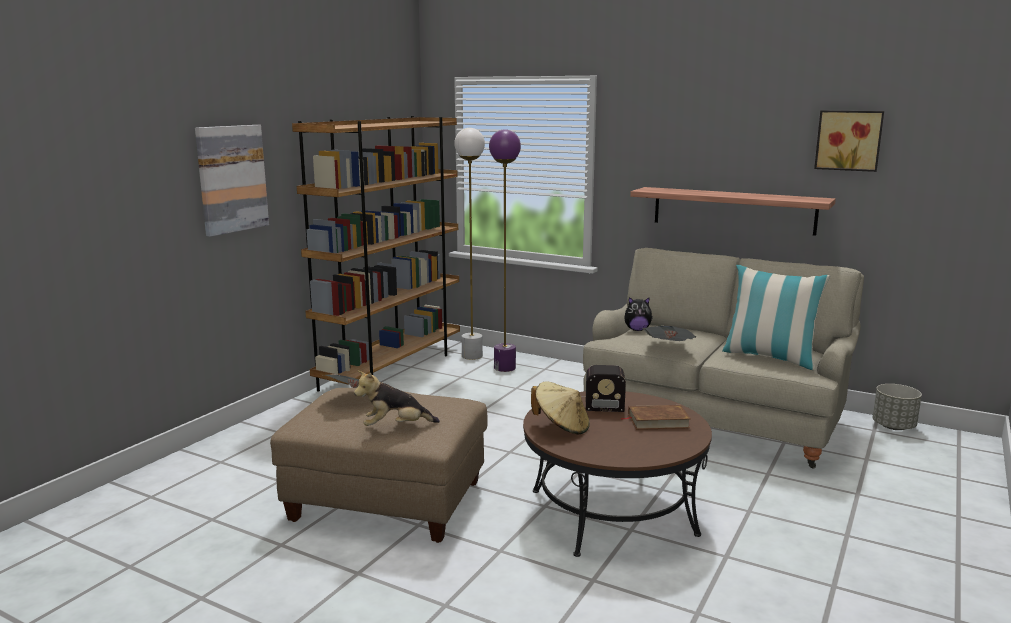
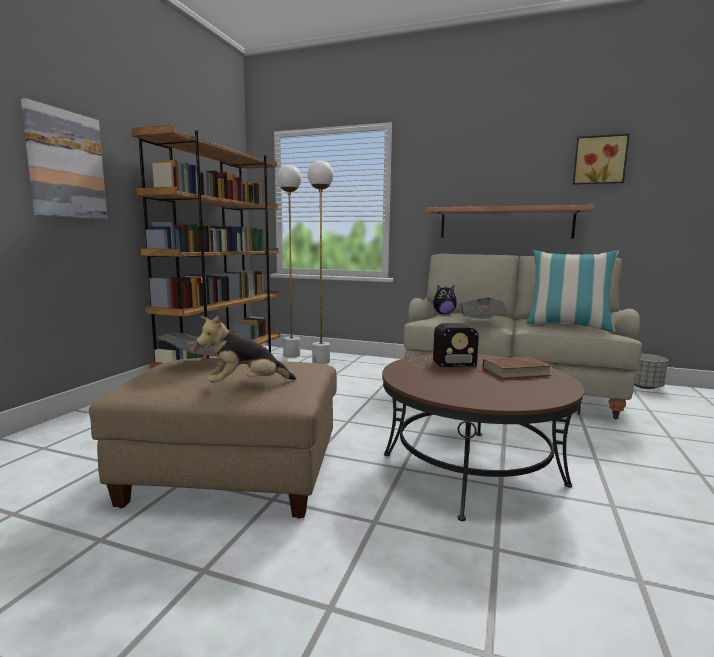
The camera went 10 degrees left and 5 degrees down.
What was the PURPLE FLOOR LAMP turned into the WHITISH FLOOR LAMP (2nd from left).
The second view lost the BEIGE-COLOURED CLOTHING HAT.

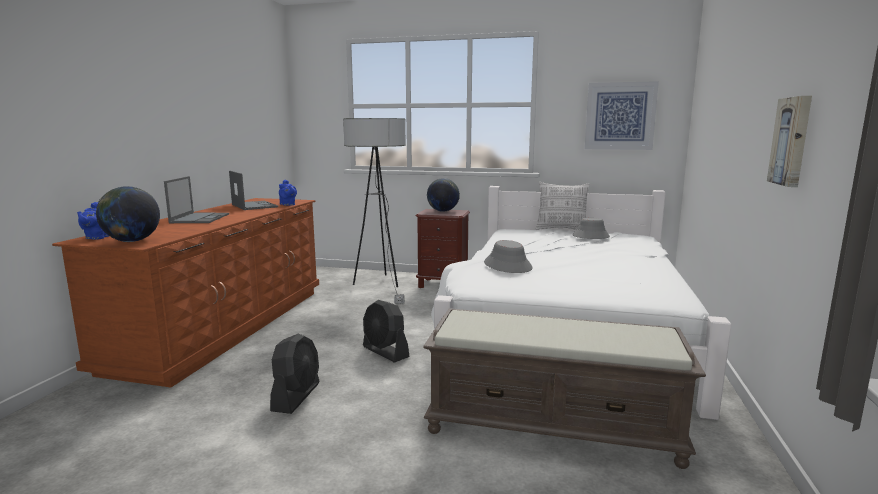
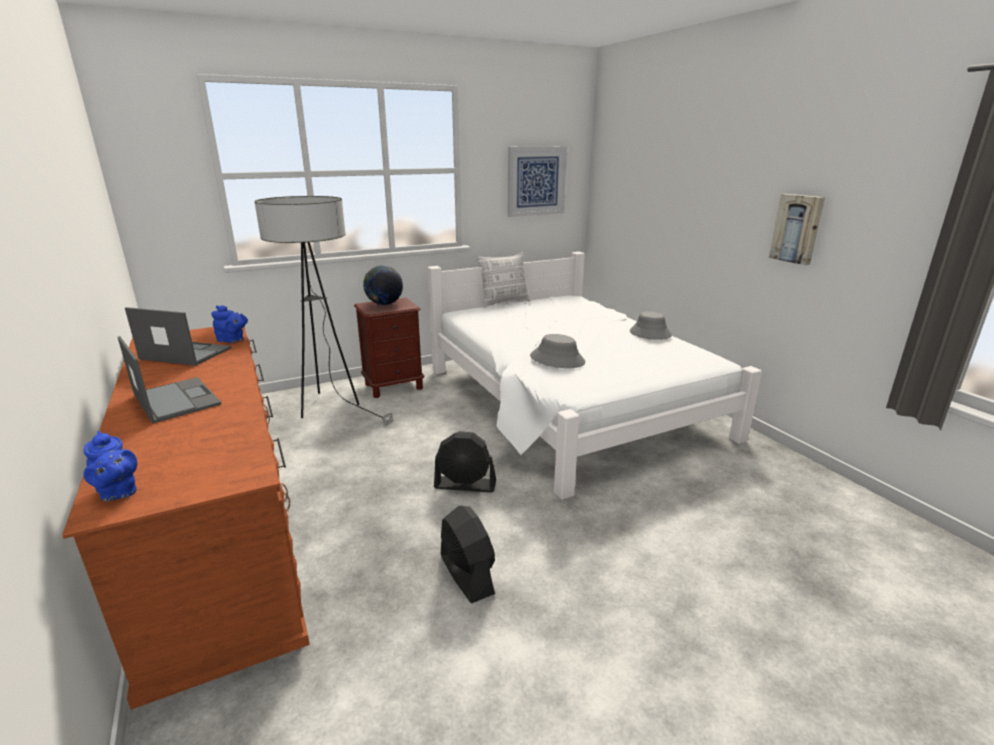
The camera went 40 degrees left and 10 degrees up.
The second view lost the DESK GLOBE (1st from left).
The GREYISH CLOTHING HAT (2nd from left) ended up elsewhere.
The second view lost the BROWNISH BENCH.

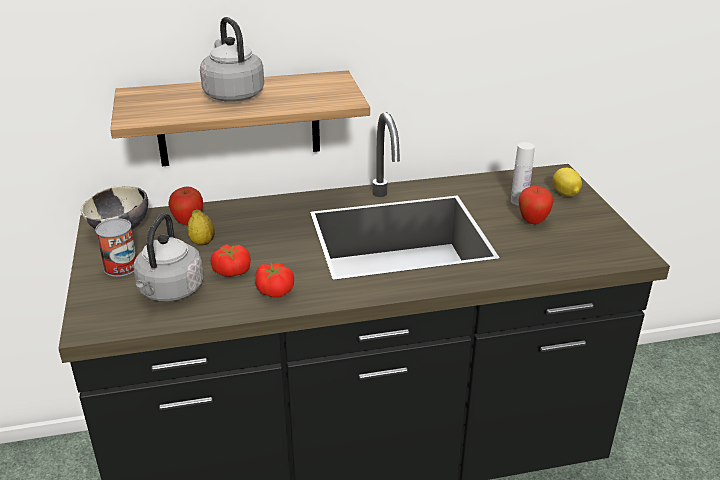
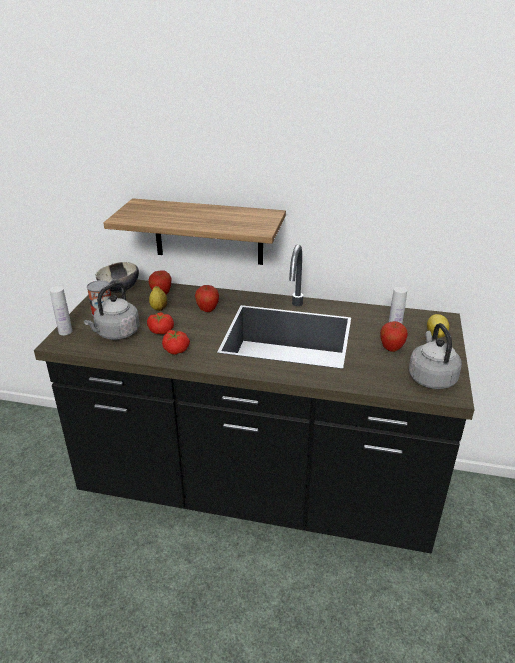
The camera went 25 degrees right and 0 degrees up.
The GREYISH KETTLE (2nd from left) ended up elsewhere.
The second view gained the APPLE FRUIT (2nd from left).
The second view gained the WHITISH BEVERAGE BOTTLE (1st from left).

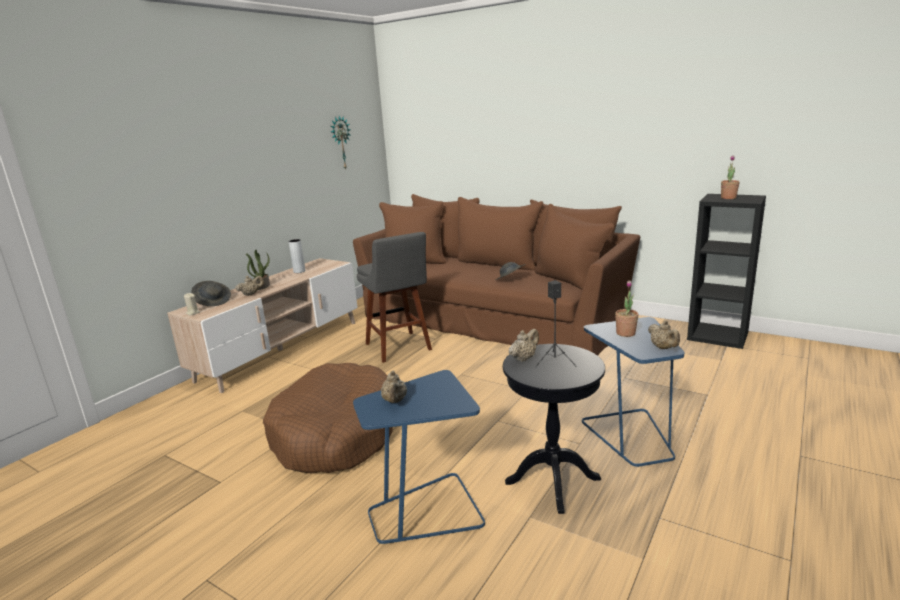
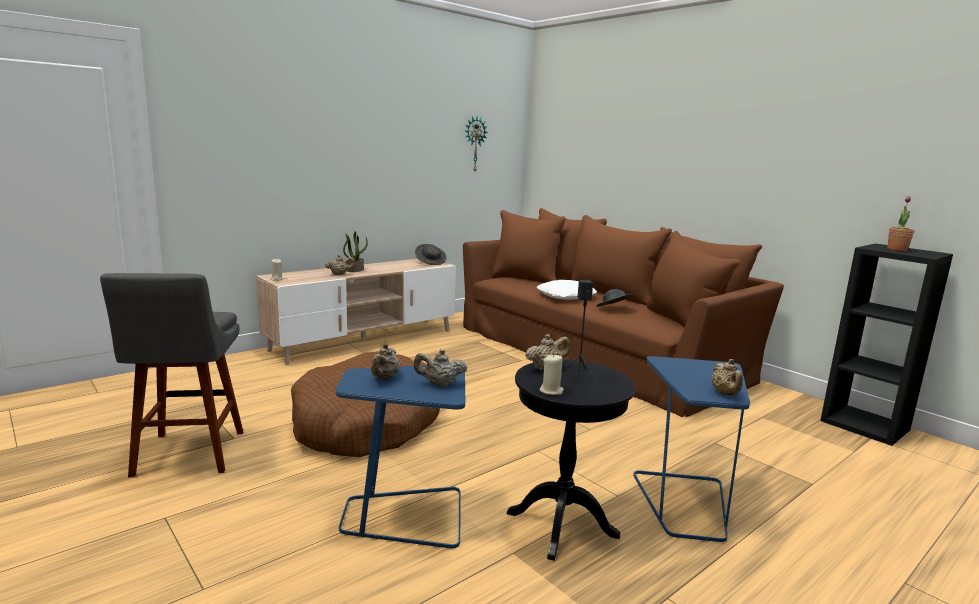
The camera went 15 degrees right and 5 degrees down.
The GREYISH STOOL ended up elsewhere.
The second view lost the GREYISH VASE.
The GREYISH CLOTHING HAT (1st from left) ended up elsewhere.
The second view lost the PLANT IN A POT (2nd from left).
The second view gained the WHITISH PILLOW.
The second view gained the BEIGE-COLOURED POT FOR TEA (3rd from left).
The second view gained the BEIGE-COLOURED WAX LIGHT (2nd from left).

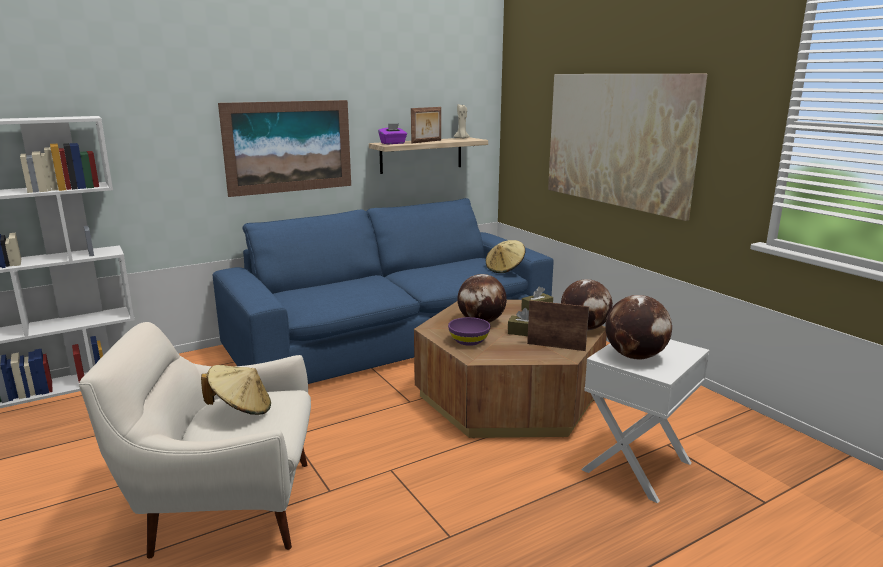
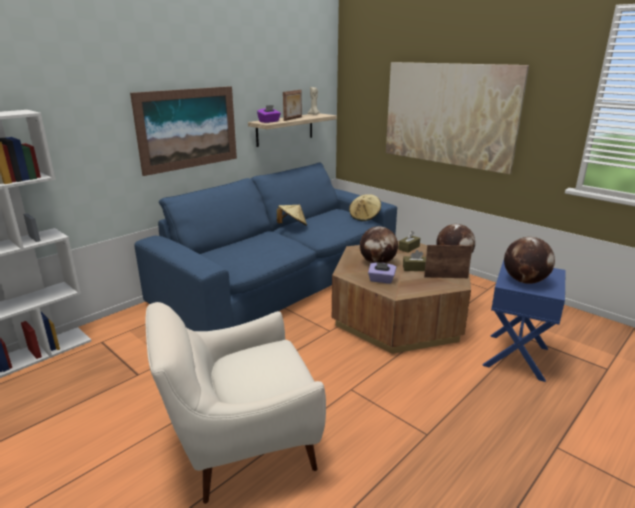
The camera went 15 degrees left and 5 degrees up.
Where the PURPLE SERVING BOWL stood, the PURPLE TISSUE HOLDER (2nd from left) came to stand.
What was the WHITISH END TABLE turned into the BLUE END TABLE.
The BEIGE-COLOURED CLOTHING HAT (1st from left) ended up elsewhere.

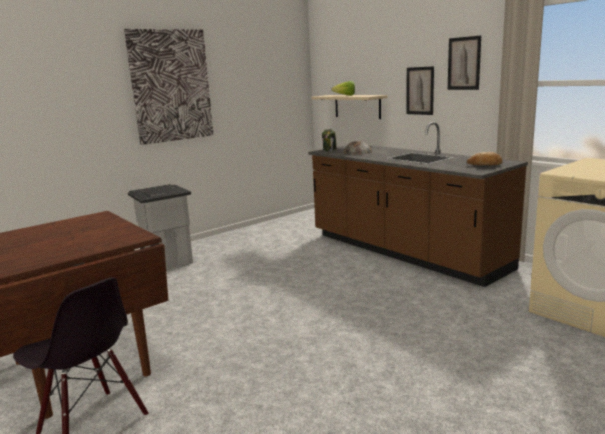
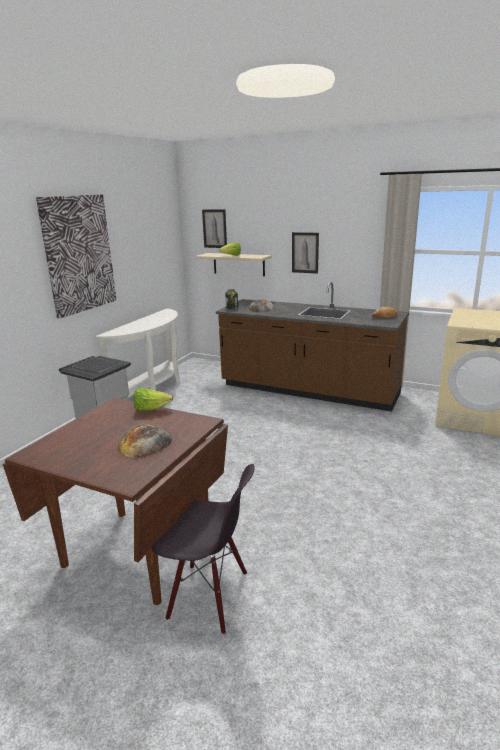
The camera went 25 degrees left and 5 degrees up.
The PICTURE (3rd from left in the first image) ended up elsewhere.
The second view gained the WHITISH HALL TABLE.
The second view gained the LETTUCE (1st from left).
The second view gained the BAKERY BREAD (1st from left).

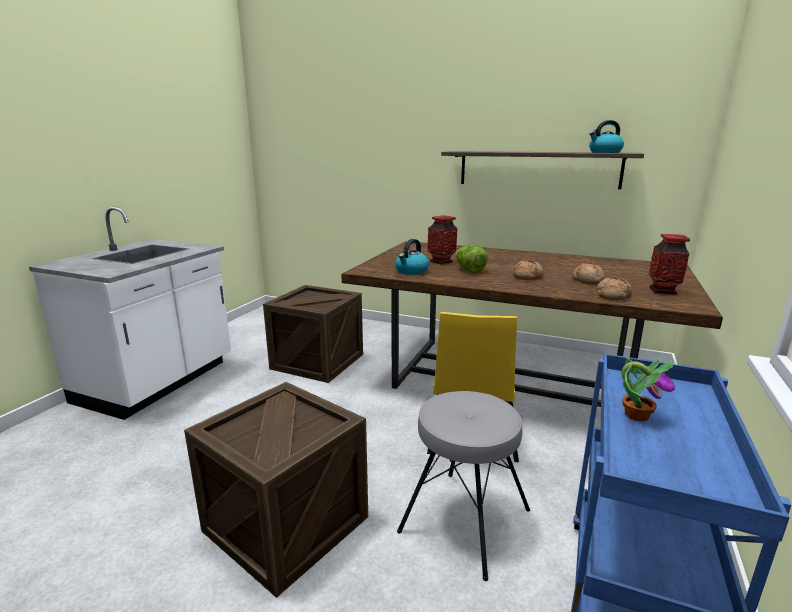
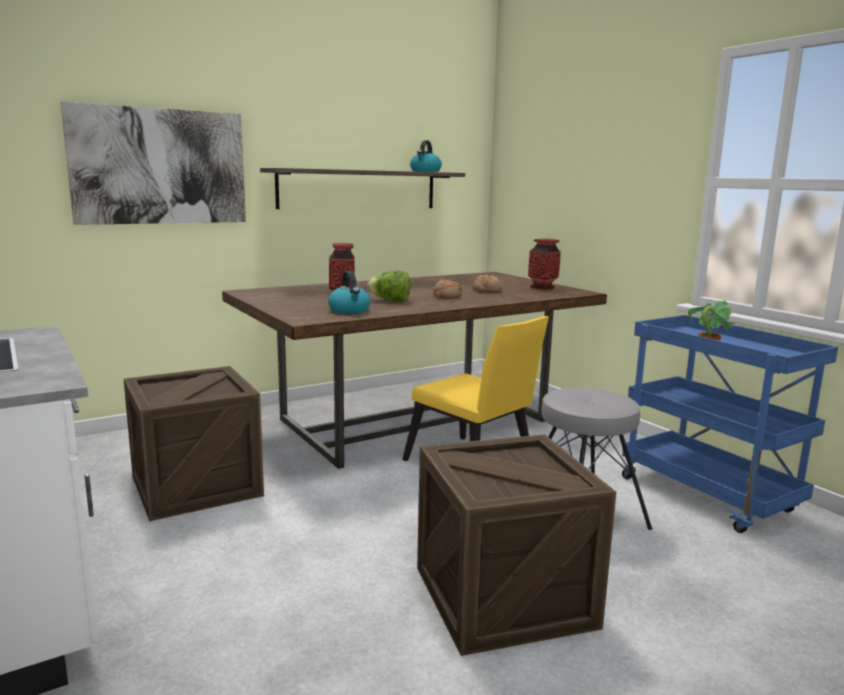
The camera went 55 degrees left and 5 degrees down.
The second view lost the BAKERY BREAD (3rd from left).
The second view gained the PICTURE.

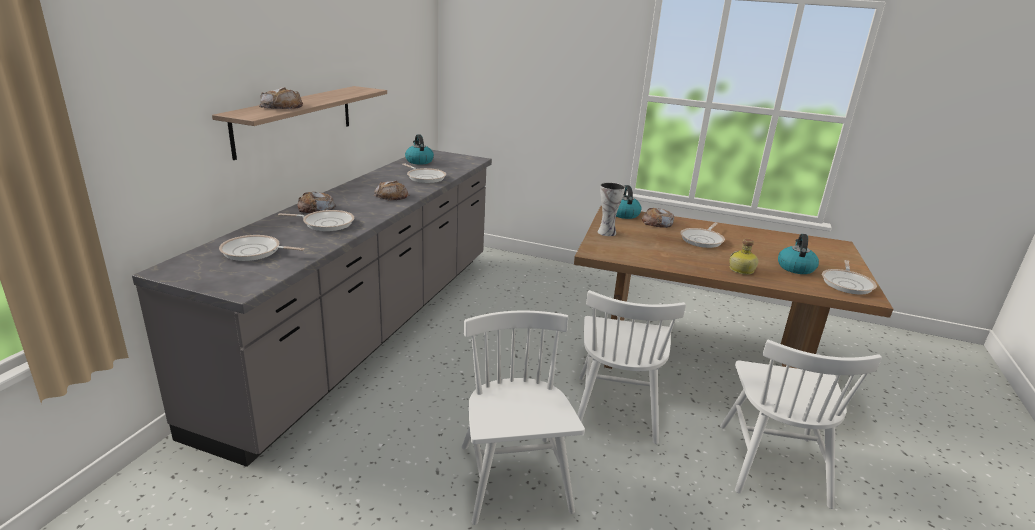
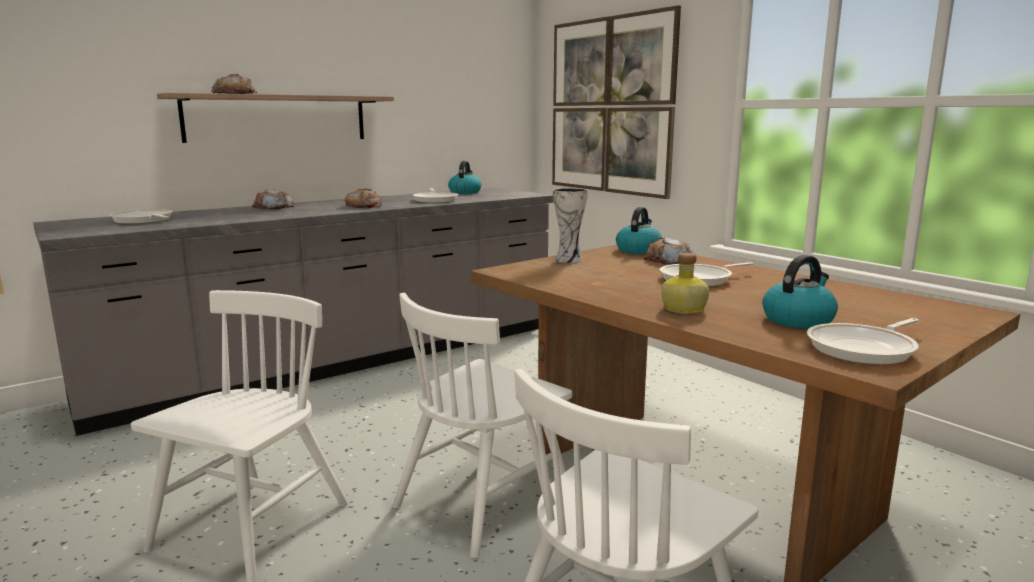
The camera went 35 degrees right and 10 degrees down.
The second view lost the FRYING PAN (2nd from left).
The second view gained the PICTURE.

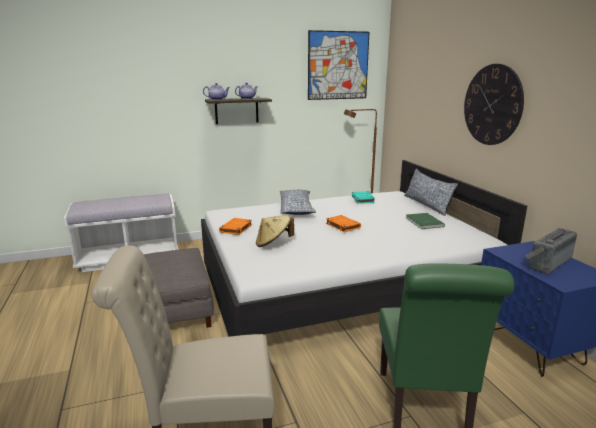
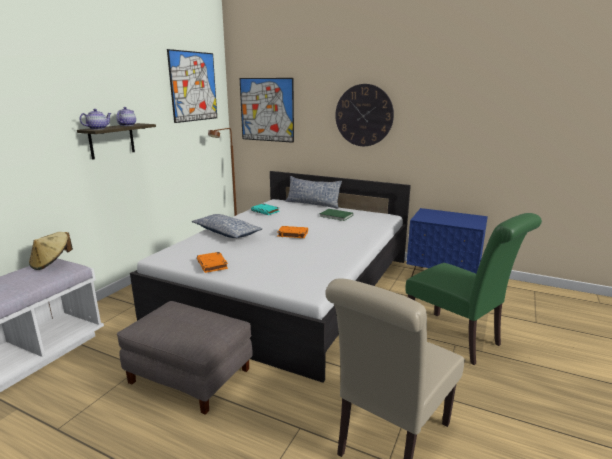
The camera went 45 degrees left and 0 degrees up.
The BEIGE-COLOURED CLOTHING HAT ended up elsewhere.
The second view lost the RADIO SET.
The second view gained the PICTURE (2nd from left).

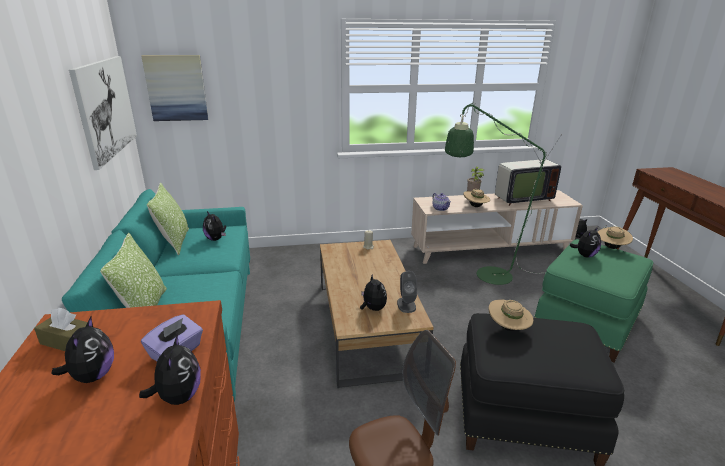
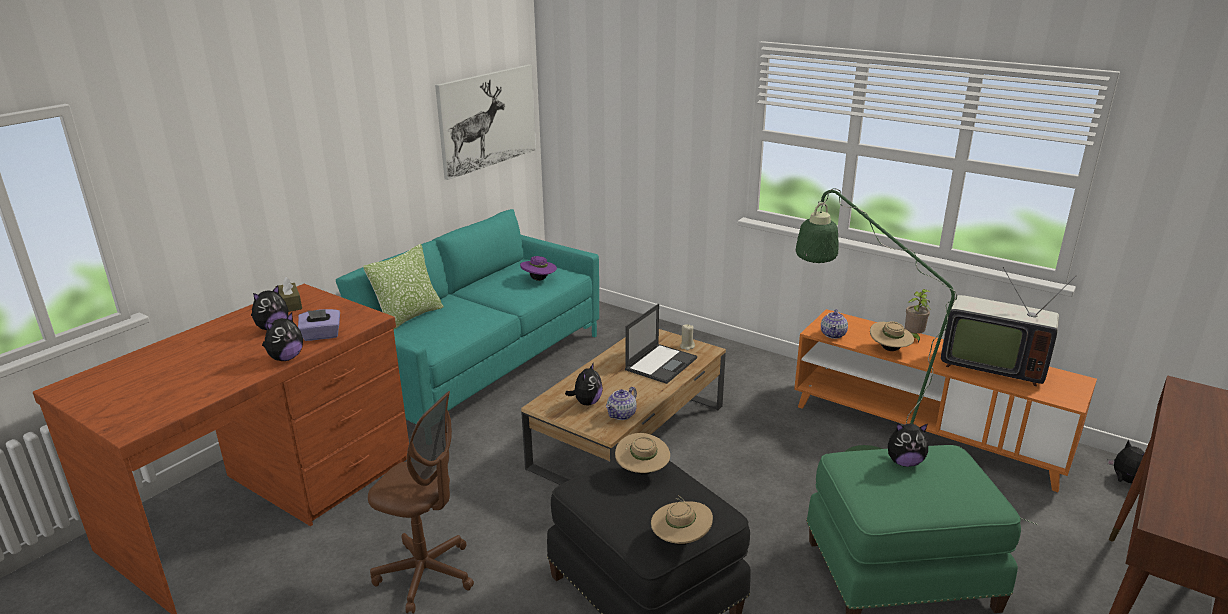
The camera went 45 degrees right and 0 degrees up.
The second view lost the PICTURE (2nd from left).
The second view lost the PILLOW (2nd from left).
What was the BEIGE-COLOURED MEDIA CONSOLE turned into the ORANGEY MEDIA CONSOLE.
Where the PLUSH TOY (3rd from left) stood, the PURPLE CLOTHING HAT came to stand.
The BEIGE-COLOURED CLOTHING HAT (3rd from left in the first image) ended up elsewhere.
Where the GREYISH AUDIO SPEAKER stood, the POT FOR TEA (1st from left) came to stand.
The second view gained the LAPTOP.

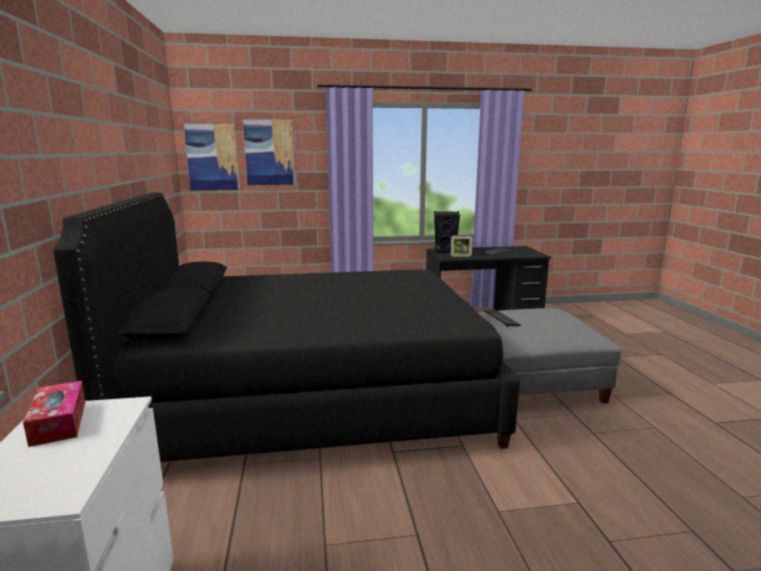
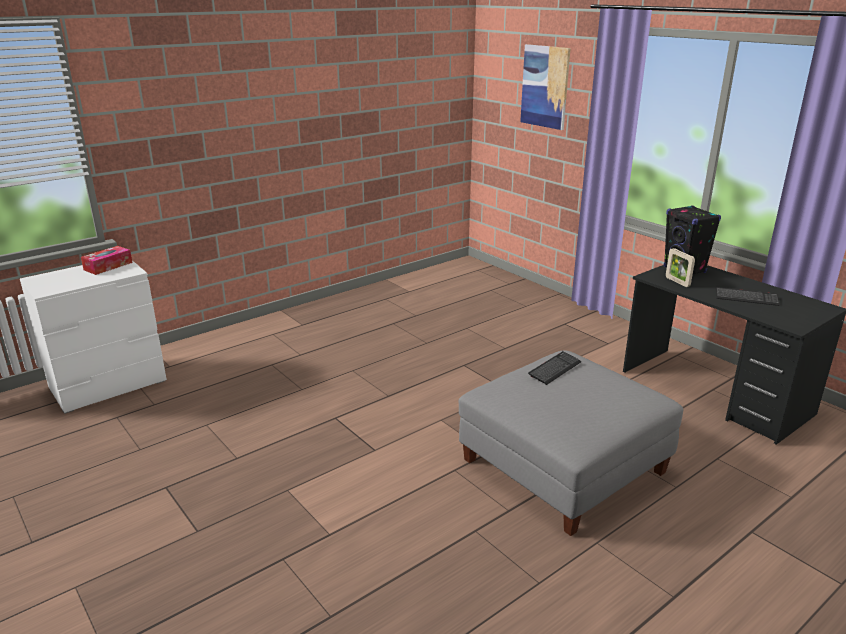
The camera went 60 degrees right and 10 degrees up.
The second view lost the PICTURE (1st from left).
The second view lost the BLACK SLEEPING BED.

